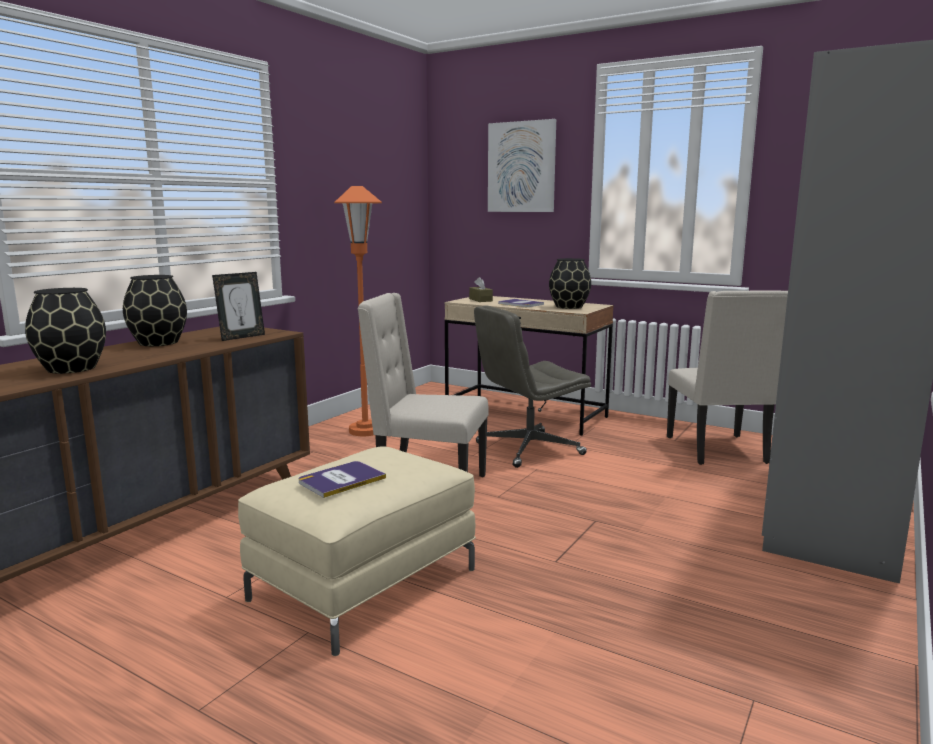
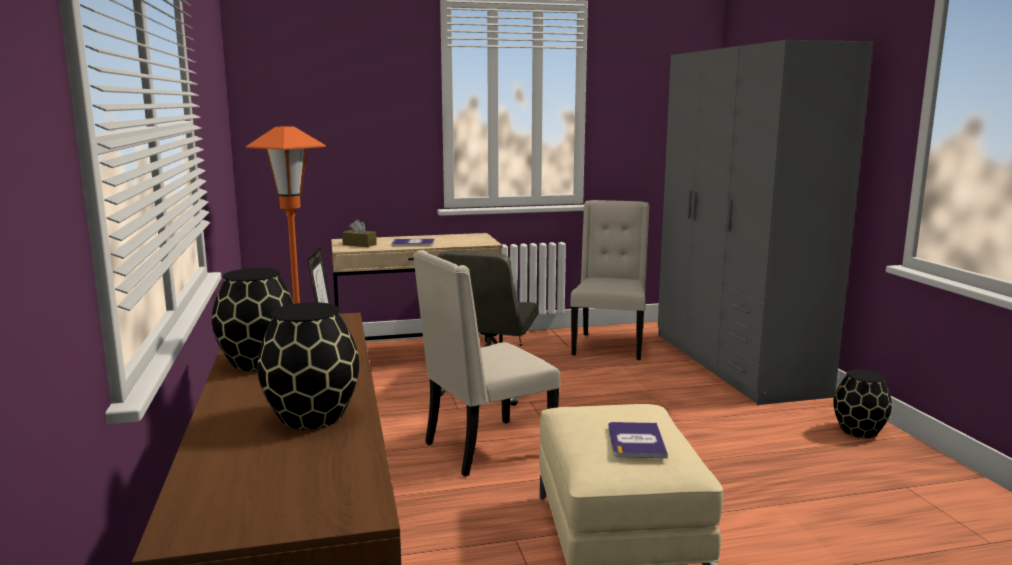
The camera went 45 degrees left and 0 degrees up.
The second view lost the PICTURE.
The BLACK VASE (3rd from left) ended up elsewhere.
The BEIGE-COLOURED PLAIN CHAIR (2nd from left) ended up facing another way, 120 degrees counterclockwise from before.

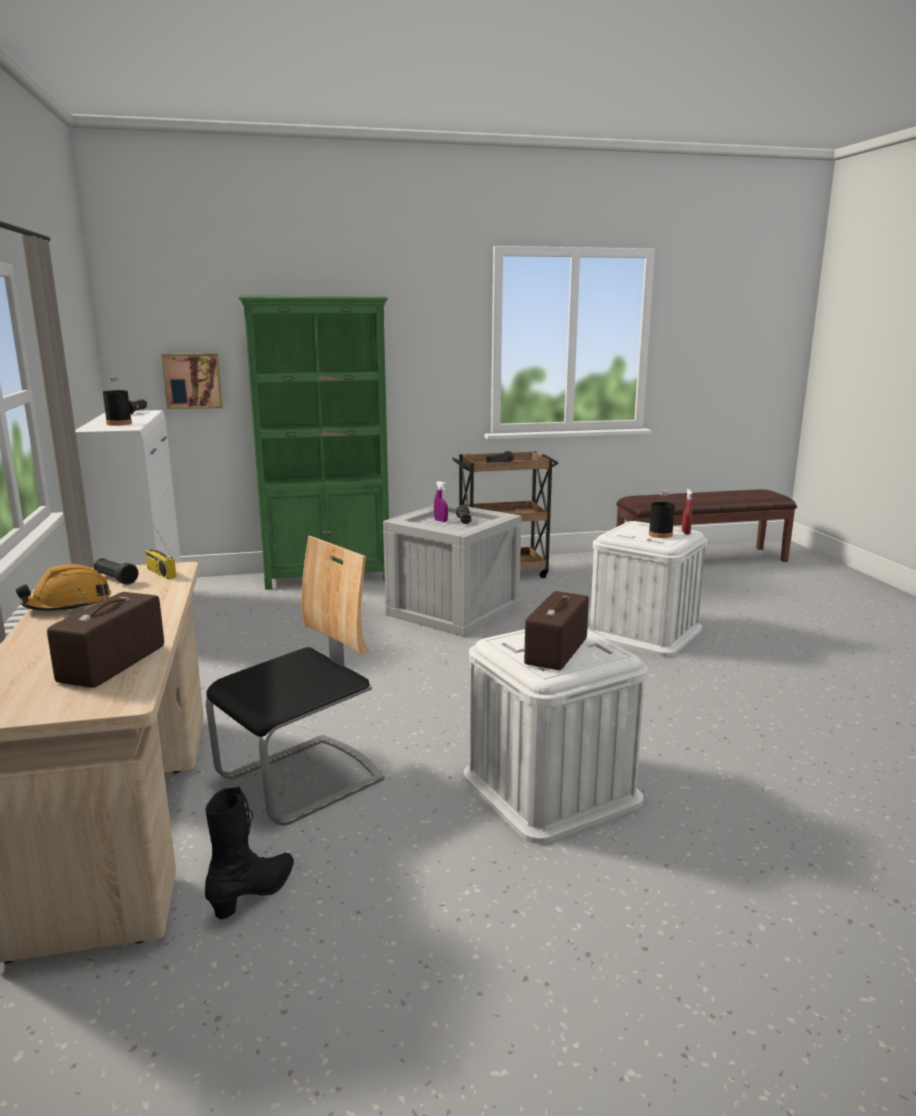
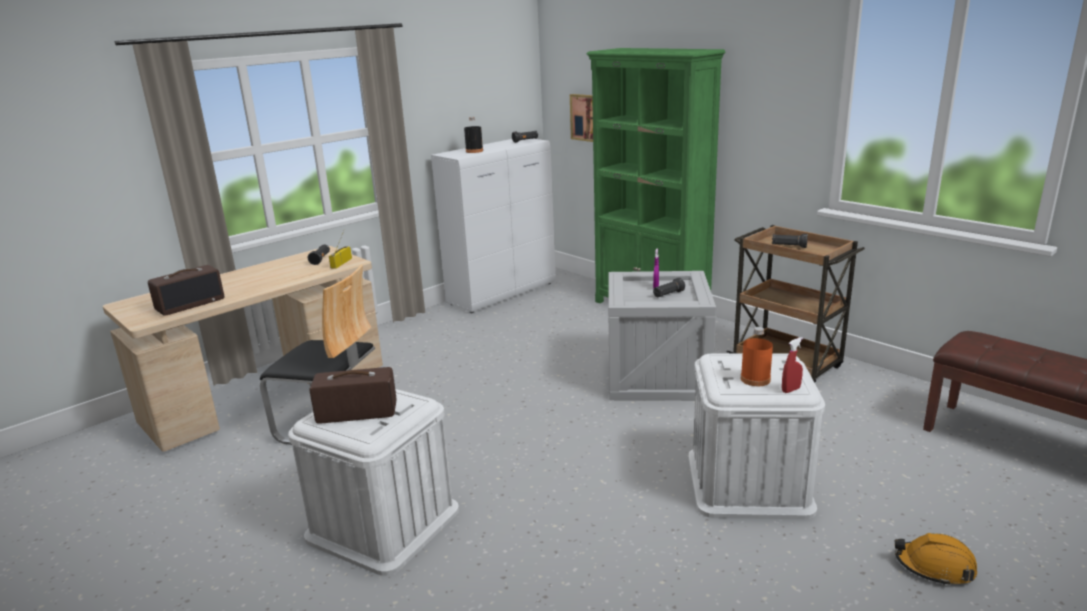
The camera went 60 degrees right and 5 degrees up.
What was the BLACK BEVERAGE BOTTLE (2nd from left) turned into the ORANGEY BEVERAGE BOTTLE.
The ORANGEY HARD HAT ended up elsewhere.
The RADIO SET (1st from left) ended up facing another way, 150 degrees clockwise from before.
The second view lost the BLACK TALL BOOT.

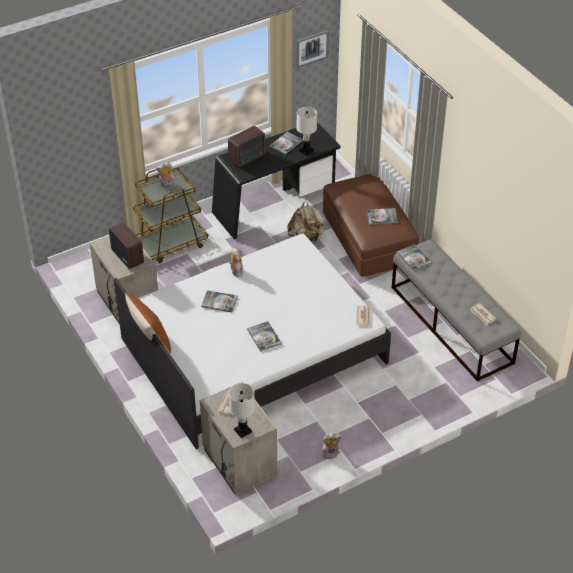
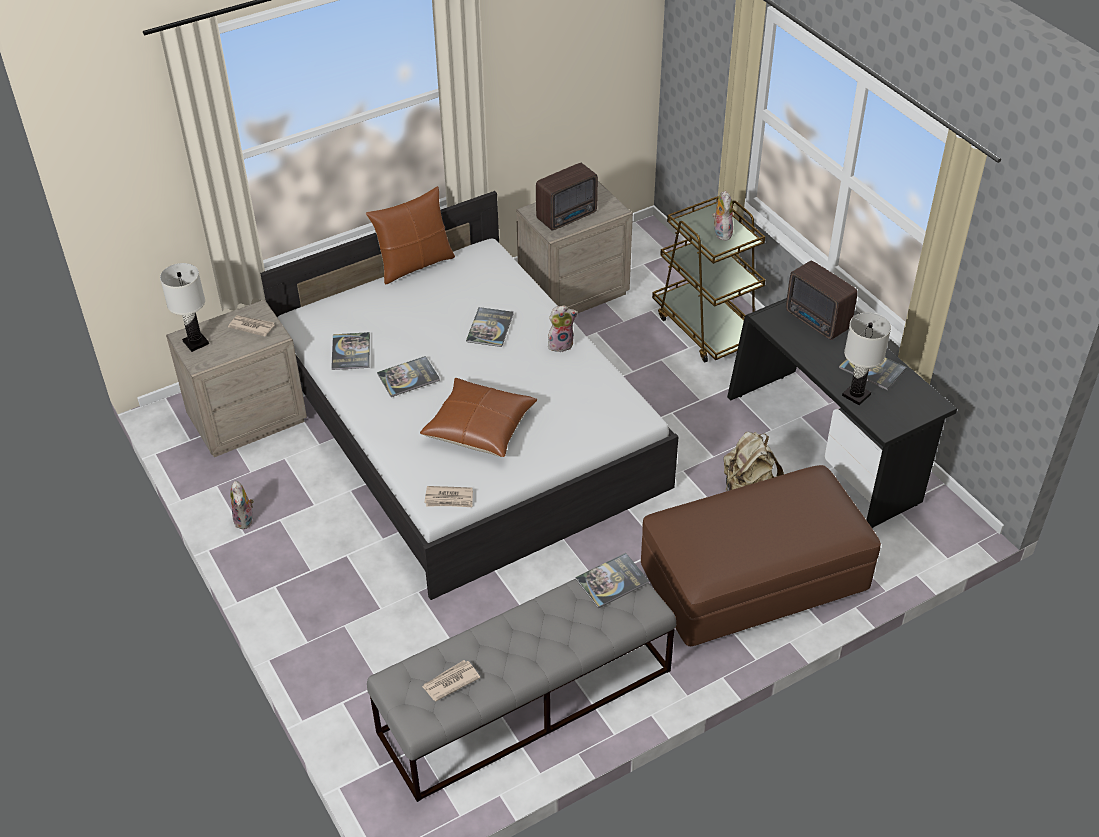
The camera went 90 degrees right and 0 degrees up.
The second view lost the PICTURE.
The BOUND BOOK (4th from left in the first image) ended up elsewhere.
The second view gained the BROWNISH PILLOW (2nd from left).

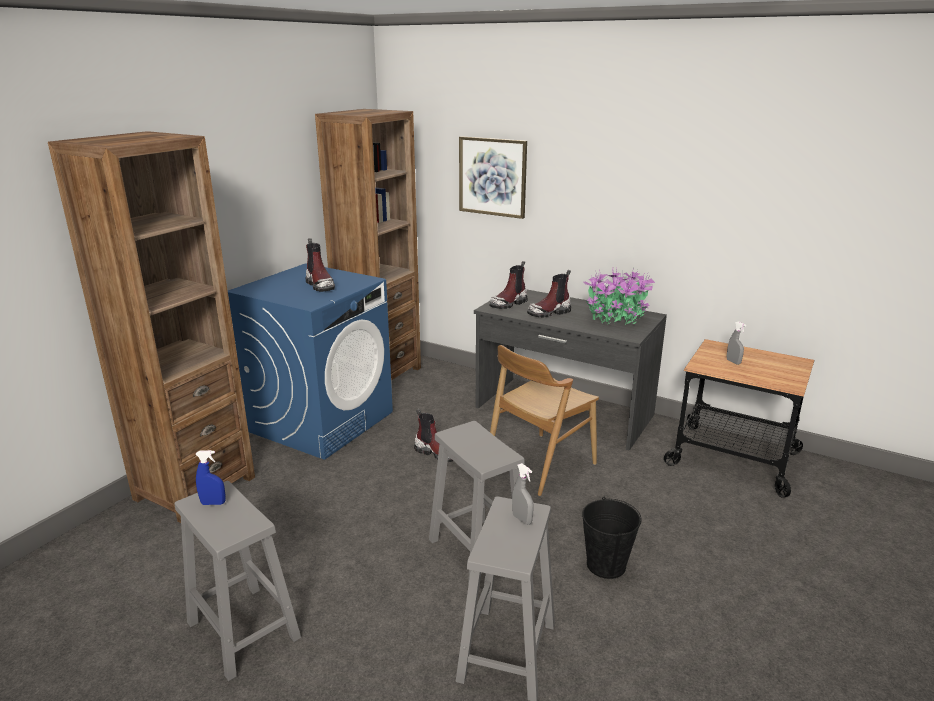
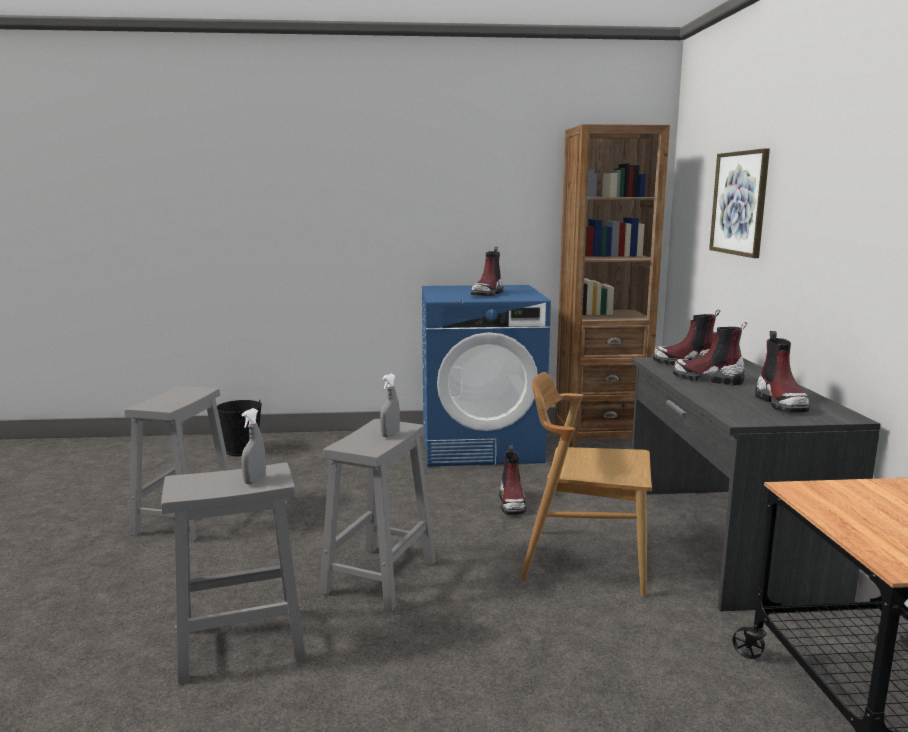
The camera went 55 degrees right and 10 degrees down.
The second view lost the BROWNISH SHELVING UNIT (1st from left).
Where the PLANT IN A POT stood, the TALL BOOT (5th from left) came to stand.
The GREYISH HAND SPRAYER (2nd from left) ended up elsewhere.
The second view lost the BLUE HAND SPRAYER.
The BLACK PAIL ended up elsewhere.

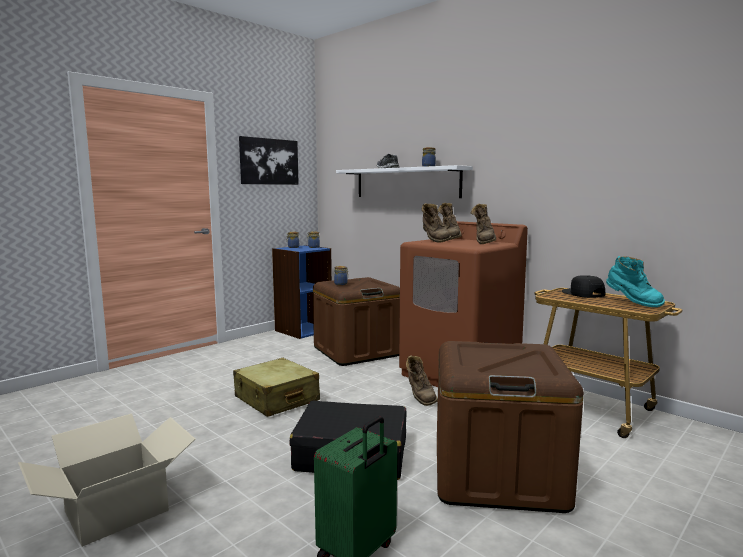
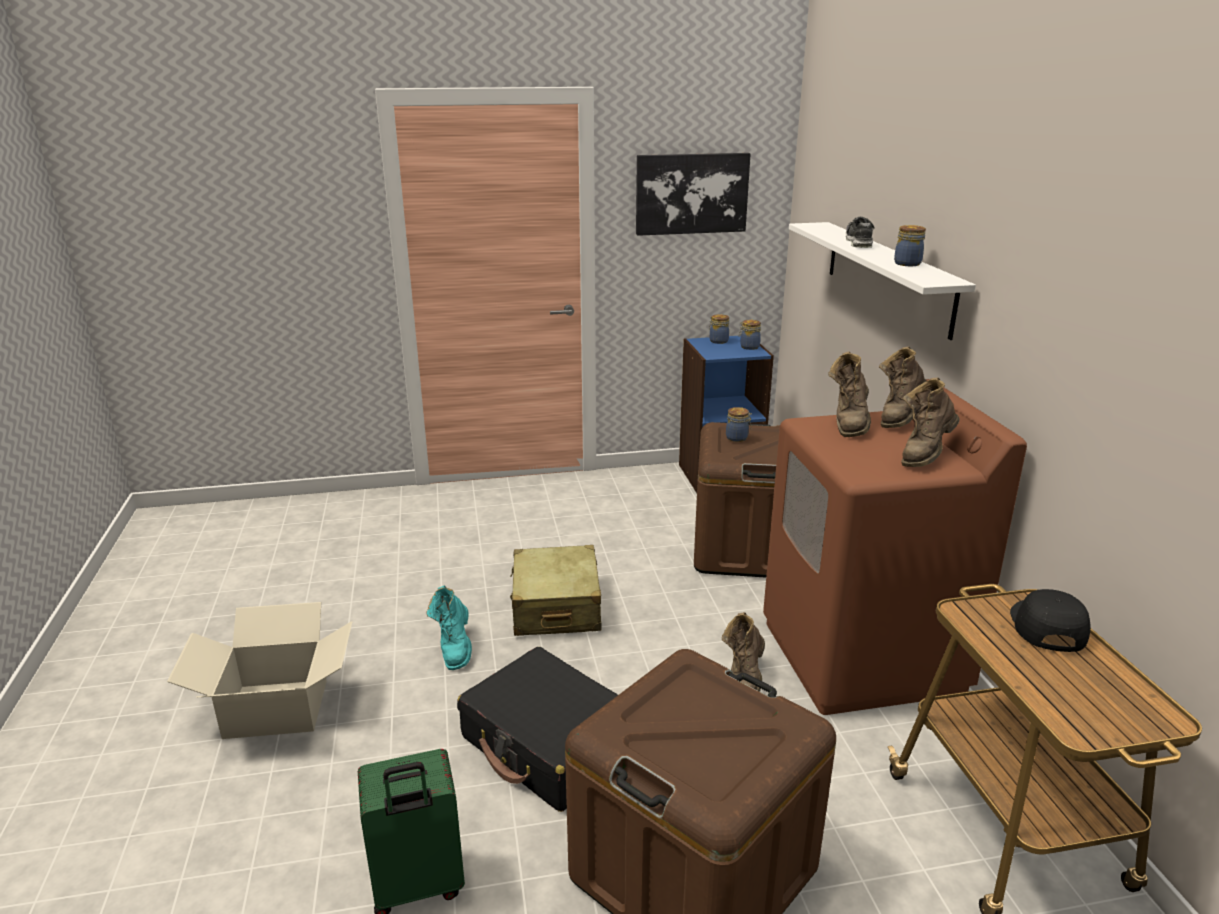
The camera went 35 degrees right and 15 degrees up.
The TURQUOISE-COLOURED TALL BOOT ended up elsewhere.

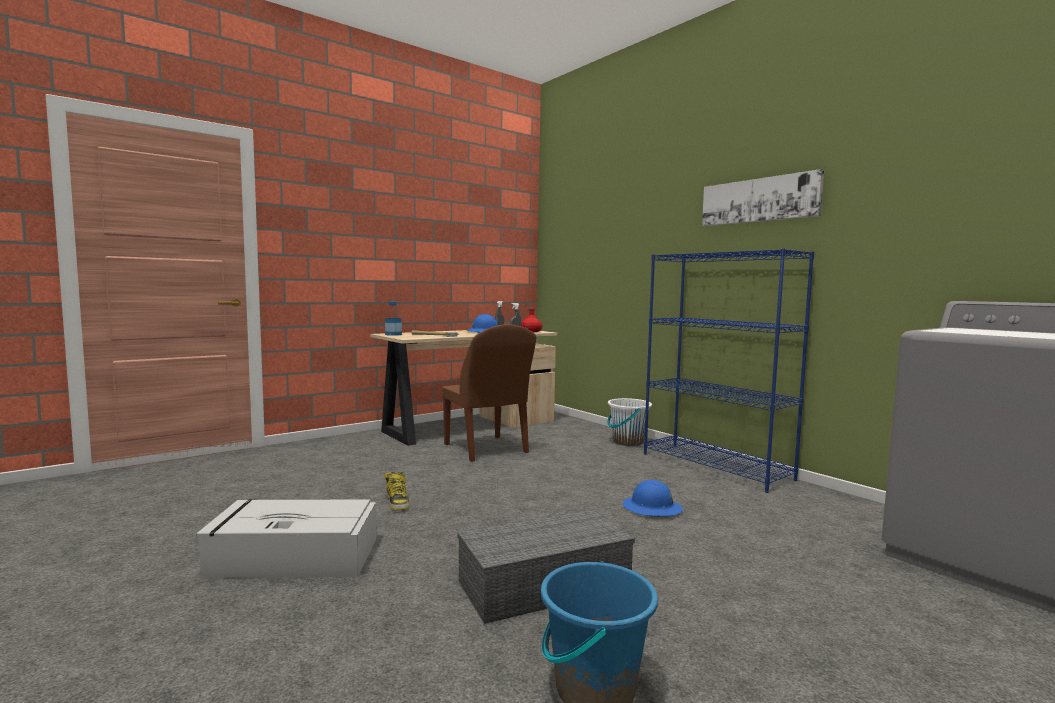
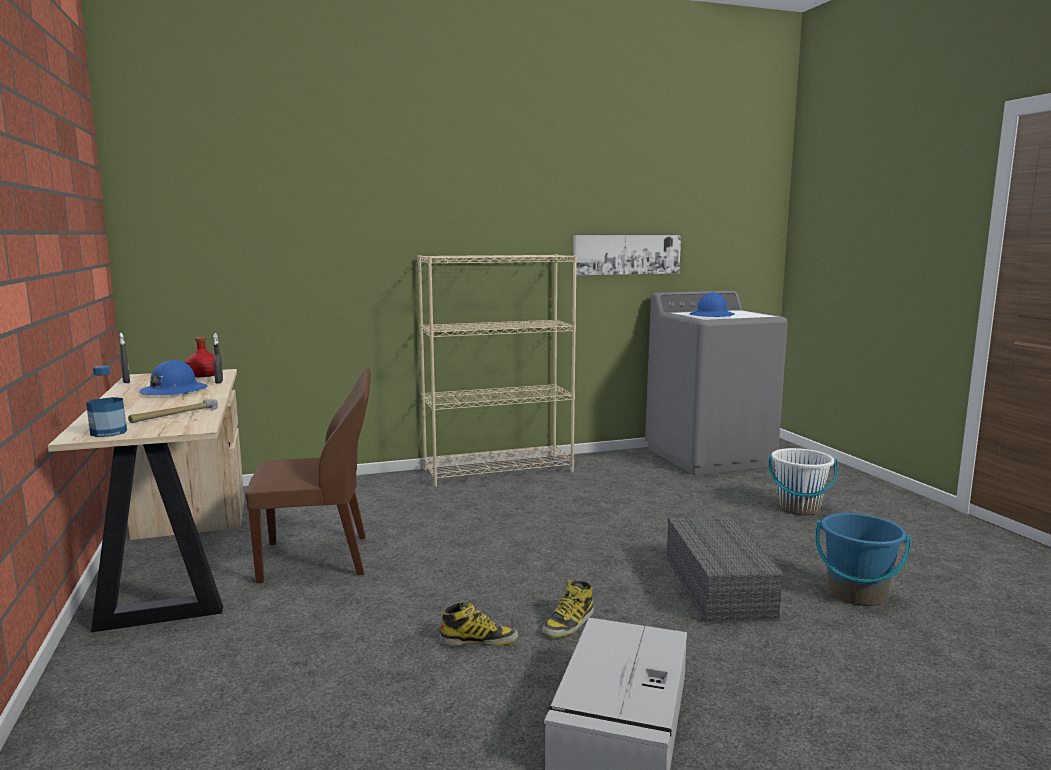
The camera went 70 degrees left and 5 degrees up.
The PICTURE ended up elsewhere.
What was the BLUE SHELVING UNIT turned into the BEIGE-COLOURED SHELVING UNIT.
The WHITISH PAIL ended up elsewhere.
The BLUE HARD HAT (2nd from left) ended up elsewhere.
The second view gained the TALL BOOT (2nd from left).

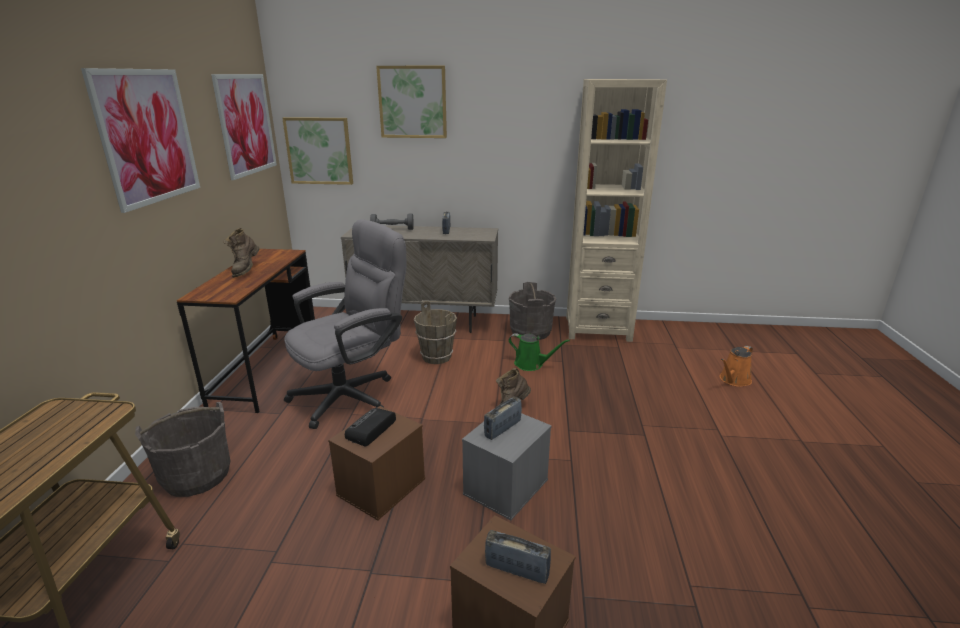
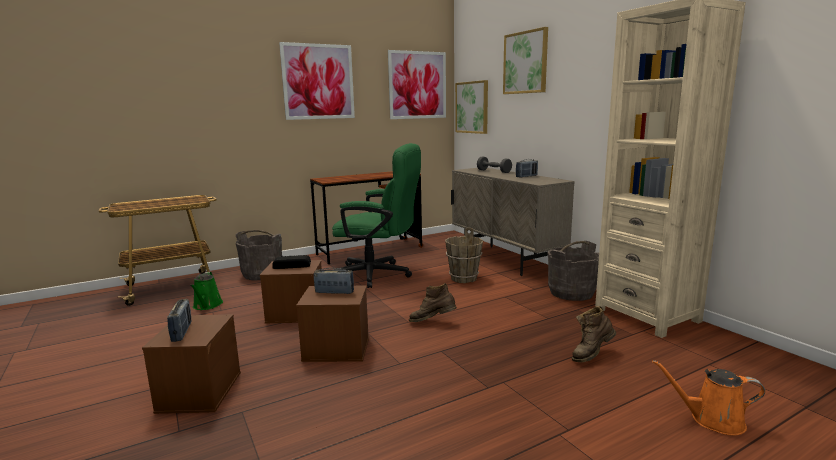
The camera went 55 degrees right and 10 degrees down.
What was the GREYISH COMPUTER CHAIR turned into the GREEN-COLOURED COMPUTER CHAIR.
The BROWNISH TALL BOOT (1st from left in the first image) ended up elsewhere.
The GREEN-COLOURED SPRINKLING CAN ended up elsewhere.
What was the GREYISH STORAGE BIN turned into the BROWNISH STORAGE BIN (3rd from left).

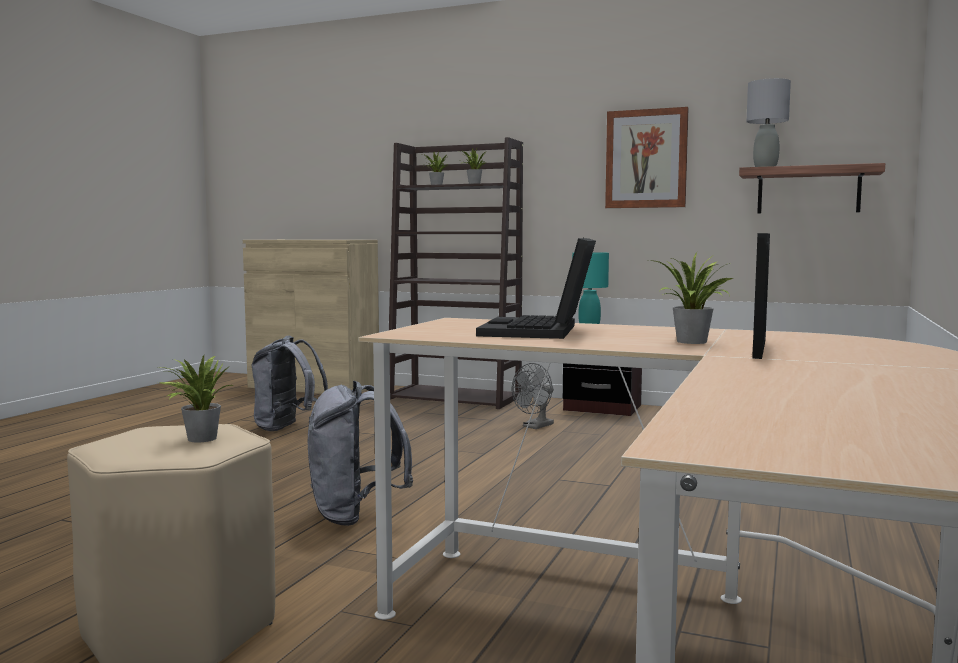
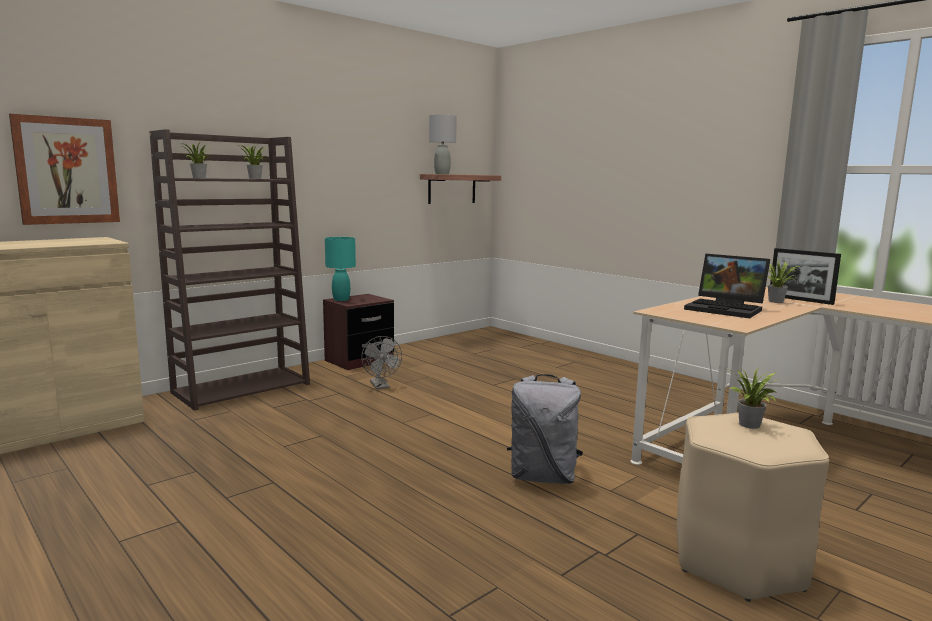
The camera went 65 degrees left and 5 degrees up.
The PICTURE ended up elsewhere.
The second view lost the GREYISH BACKPACK (1st from left).

